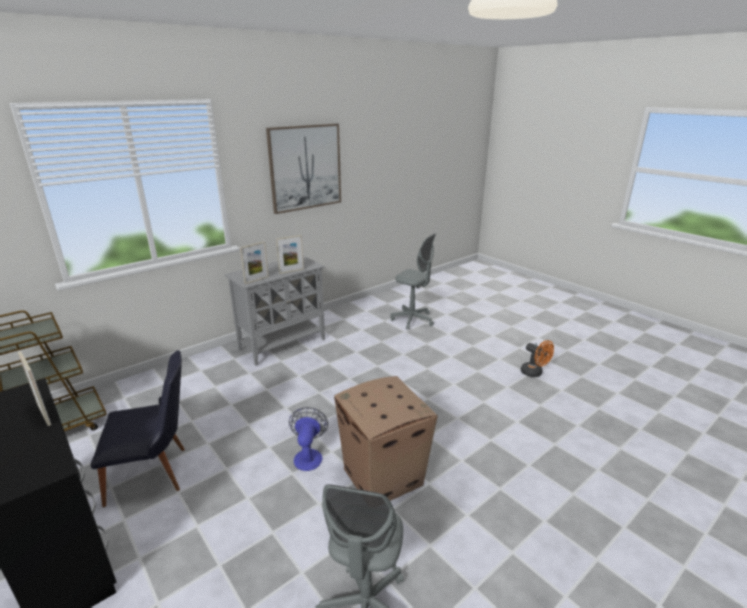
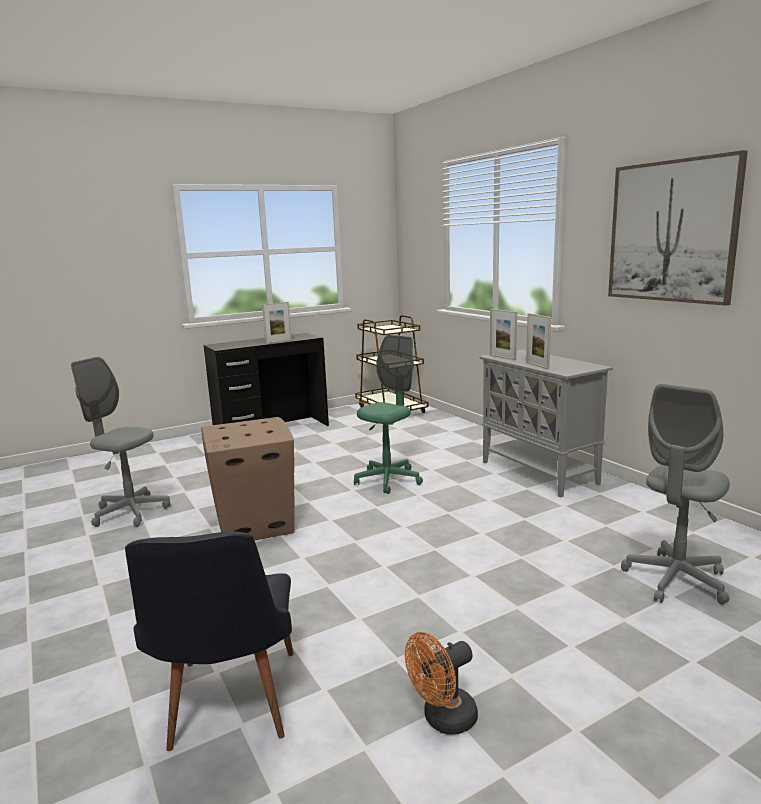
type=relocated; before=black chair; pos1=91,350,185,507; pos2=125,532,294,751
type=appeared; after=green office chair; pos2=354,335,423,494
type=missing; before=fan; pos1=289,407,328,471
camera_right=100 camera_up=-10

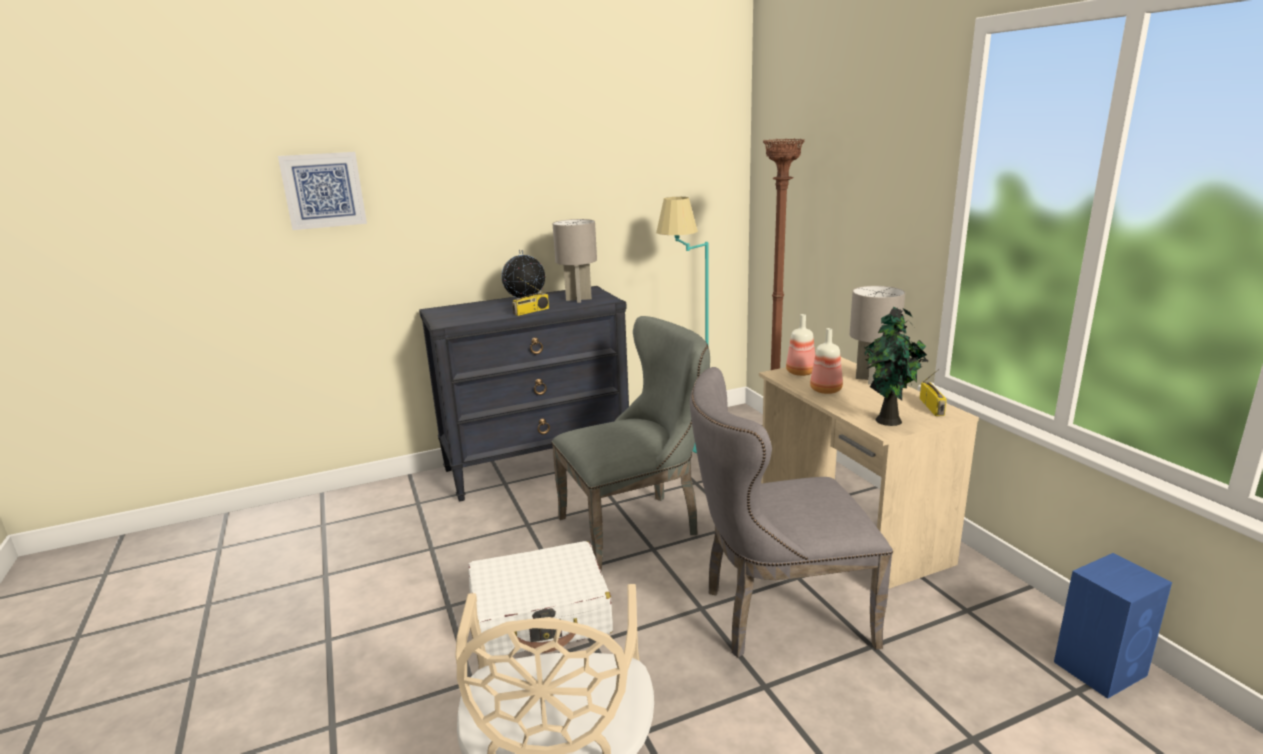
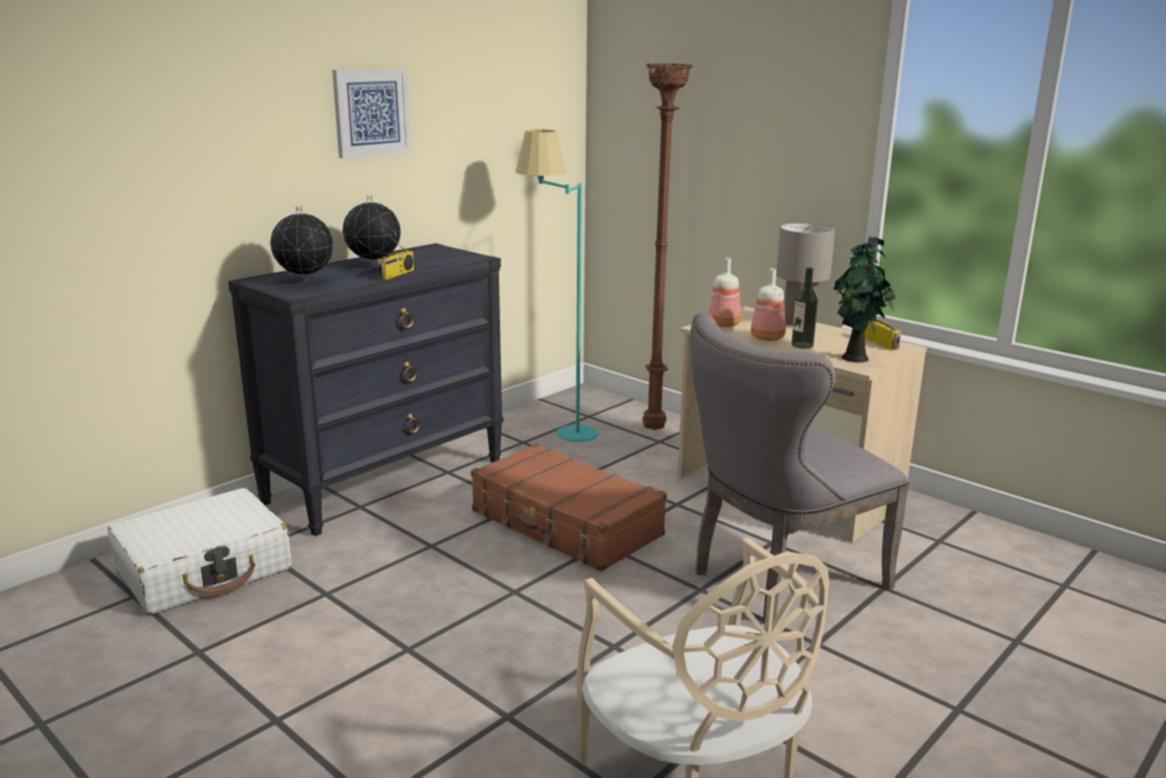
type=relocated; before=white suitcase; pos1=468,541,613,656; pos2=107,488,291,615
type=appeared; after=globe; pos2=270,206,334,282
type=relocated; before=picture; pos1=278,152,367,230; pos2=332,68,410,158
type=exchanged; before=grey chair; after=brown suitcase; pos1=551,316,710,571; pos2=471,443,667,572
type=appeared; after=bottle; pos2=791,267,818,349
type=missing; before=grey table lamp; pos1=553,219,597,303
type=missing; before=blue speaker; pos1=1054,553,1172,699
camera_right=-25 camera_up=0

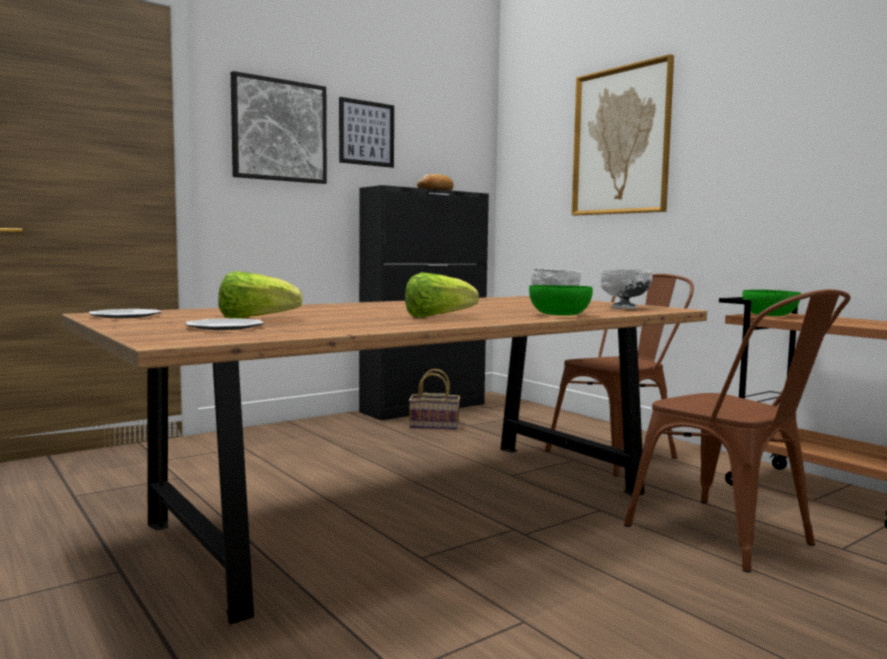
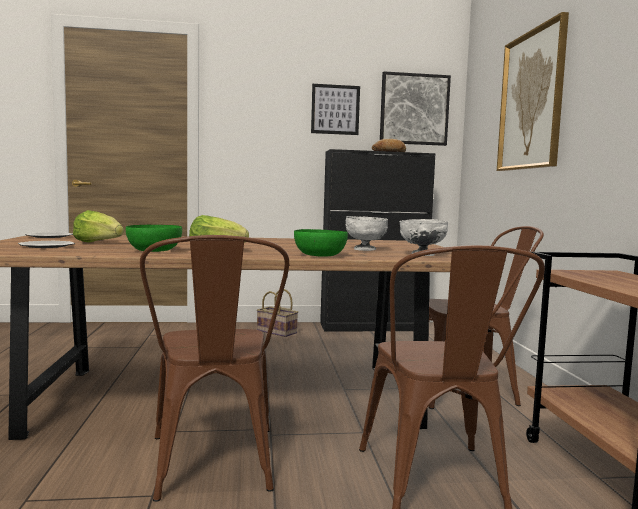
type=relocated; before=green bowl; pos1=742,290,801,316; pos2=126,225,182,252
type=appeared; after=brown chair; pos2=140,235,289,502
type=relocated; before=basket; pos1=409,369,460,430; pos2=257,289,298,337
type=relocated; before=picture; pos1=231,71,327,184; pos2=380,71,451,146
camera_right=30 camera_up=0

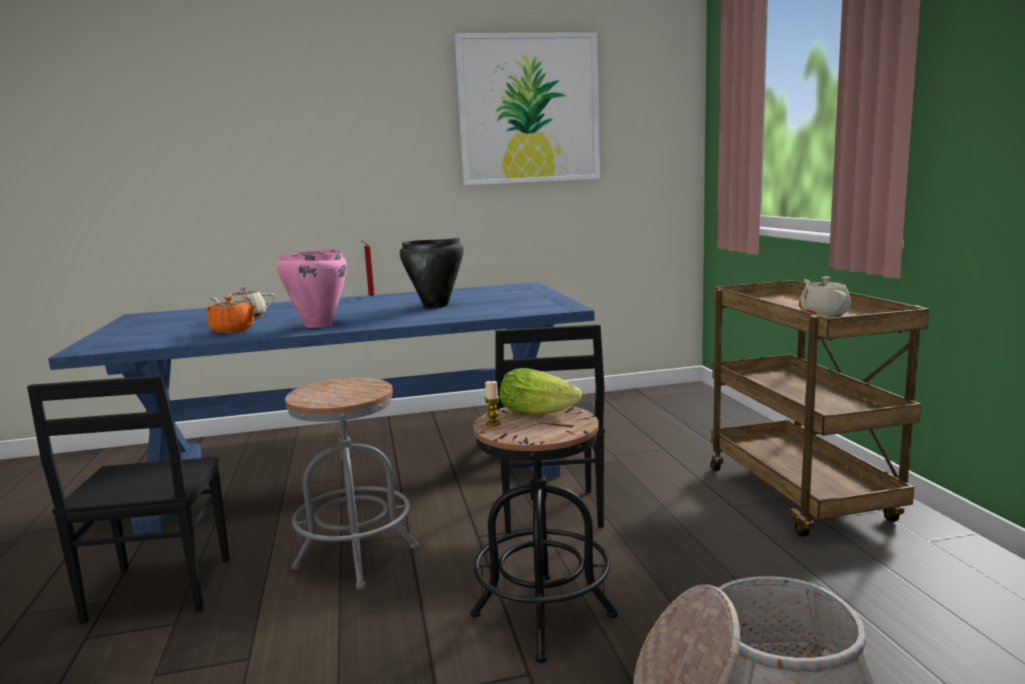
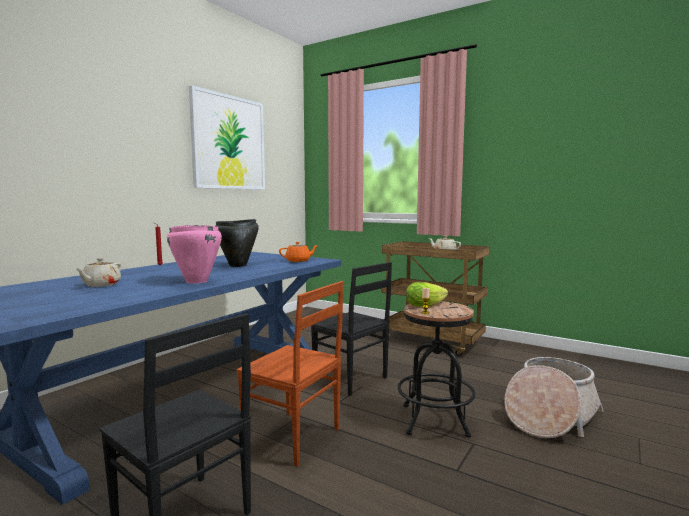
type=exchanged; before=grey stool; after=brown chair; pos1=285,378,419,590; pos2=237,281,344,466
type=relocated; before=orange teapot; pos1=207,297,256,333; pos2=279,242,318,262
camera_right=-45 camera_up=-5

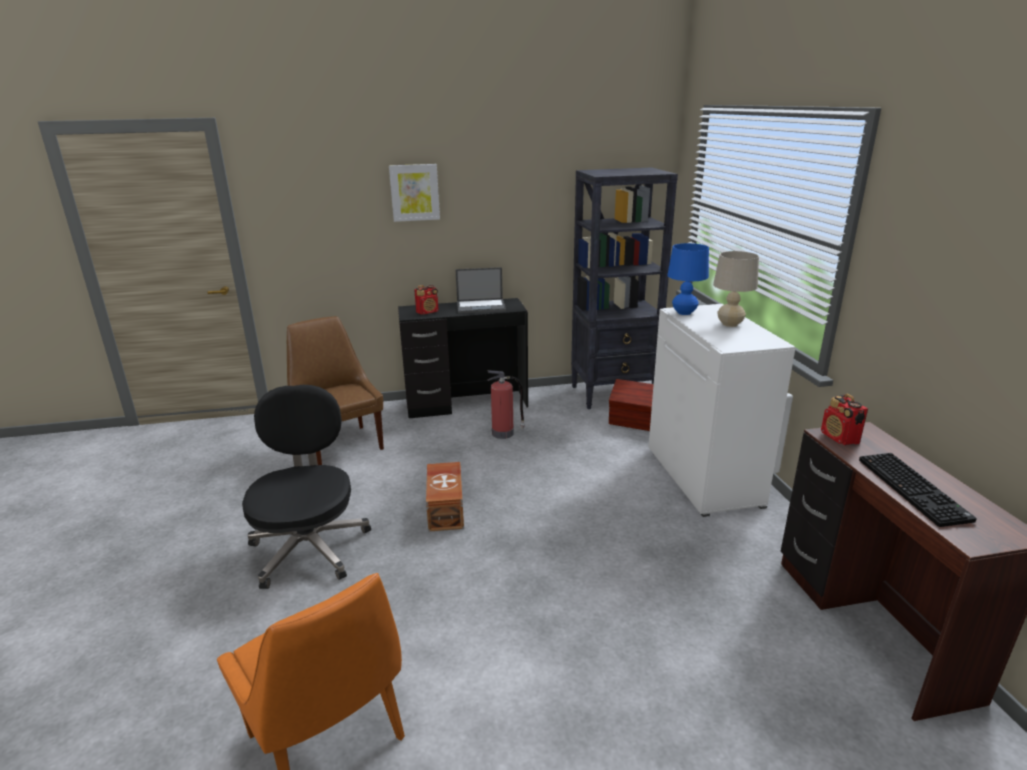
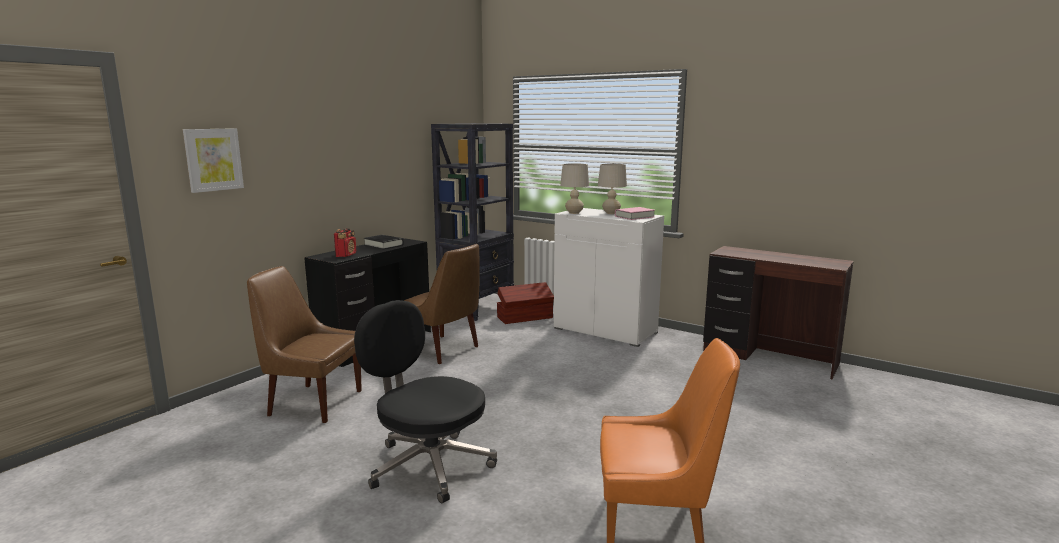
type=relocated; before=picture; pos1=389,164,440,222; pos2=183,128,244,193
type=exchanged; before=laptop; after=black book; pos1=455,267,506,314; pos2=363,235,403,250
type=exchanged; before=fire extinguisher; after=brown chair; pos1=488,370,525,439; pos2=404,244,480,364
type=colour; before=blue table lamp; after=beige table lamp; pos1=667,243,709,315; pos2=560,163,589,214
type=appeared; after=pink book; pos2=615,207,655,220
type=missing; before=brown storage box; pos1=426,462,464,532
type=missing; before=radio; pos1=821,394,868,445
type=missing; before=keyboard; pos1=859,453,977,527
camera_right=-45 camera_up=-10

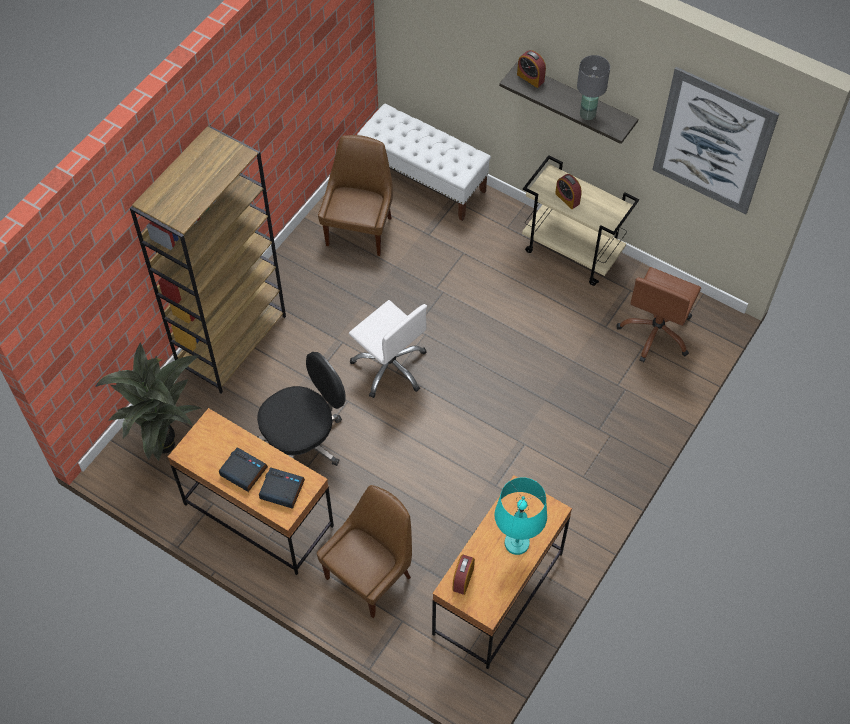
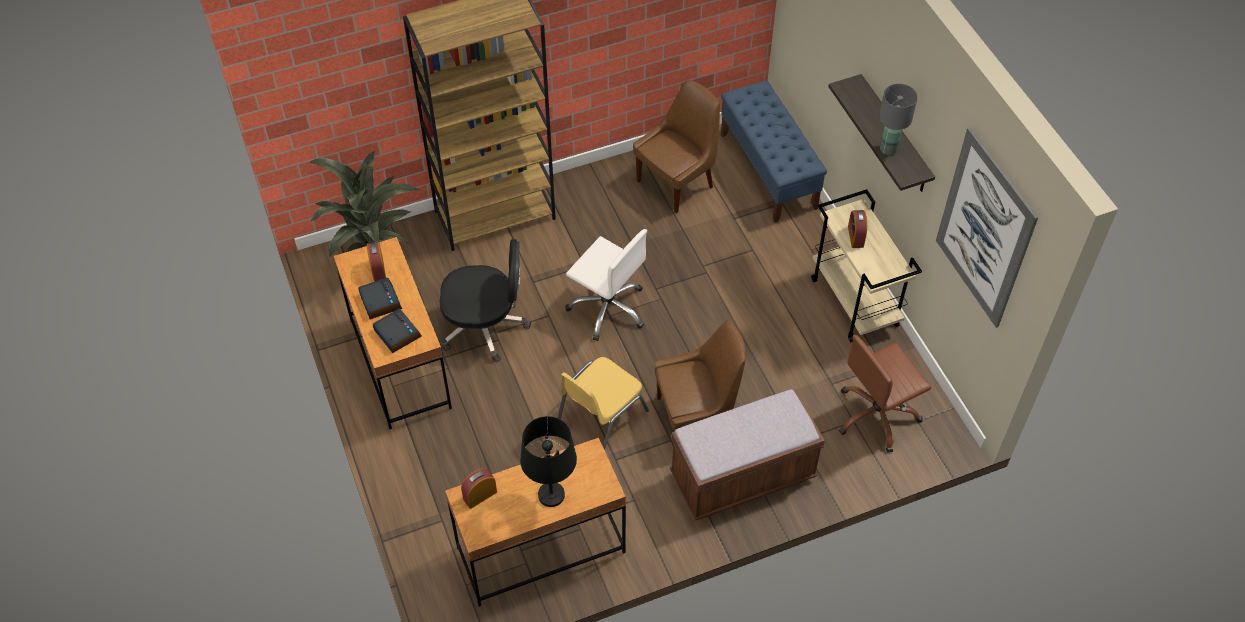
type=relocated; before=alarm clock; pos1=517,50,546,88; pos2=367,242,386,282
type=colour; before=turquoise table lamp; after=black table lamp; pos1=495,477,547,555; pos2=520,416,577,507
type=appeared; after=yellow chair; pos2=558,357,649,450
type=spun; before=white office chair; pos1=349,300,427,398; pos2=565,229,647,341; turn=-45
type=relocated; before=brown chair; pos1=317,485,412,618; pos2=655,320,746,432
type=appeared; after=brown bench; pos2=670,389,825,521
type=colour; before=white bench; after=blue bench; pos1=357,103,491,221; pos2=721,81,827,223
camera_right=35 camera_up=-5

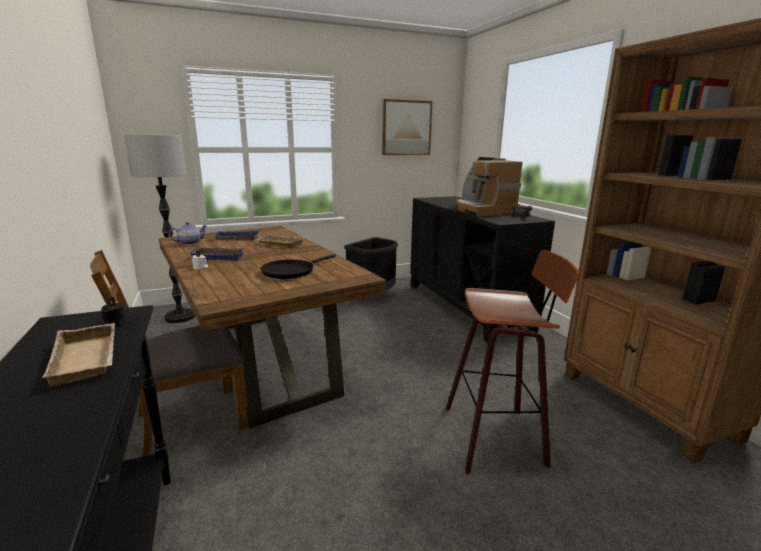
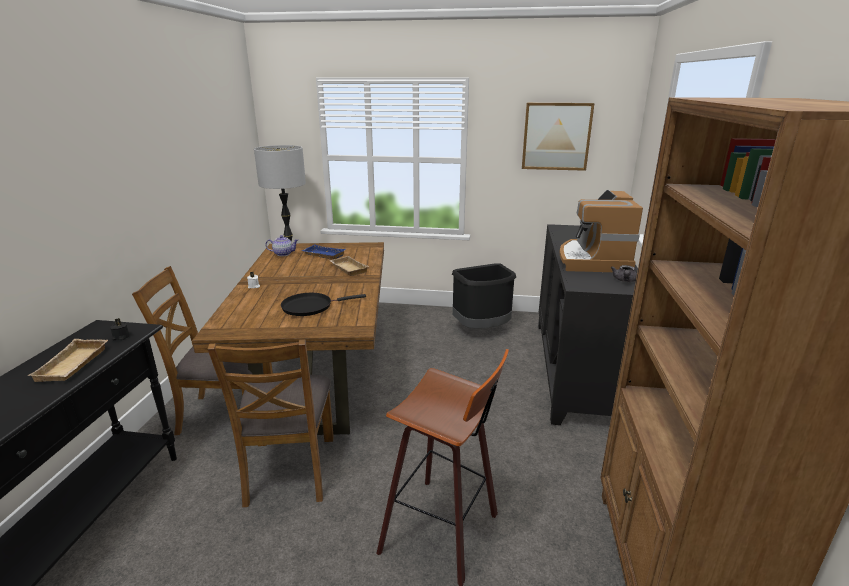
type=appeared; after=brown chair; pos2=208,339,334,507
type=missing; before=blue tray; pos1=188,247,245,260
camera_right=30 camera_up=5

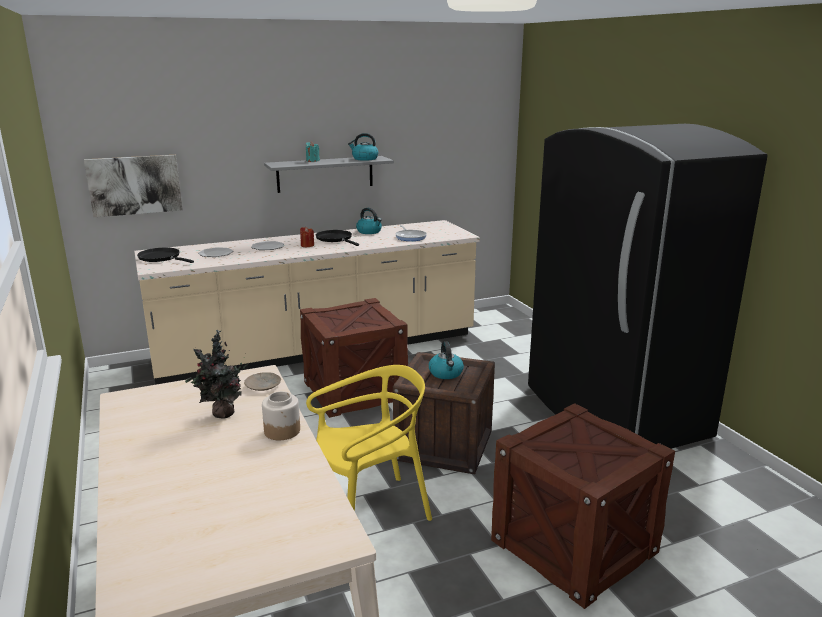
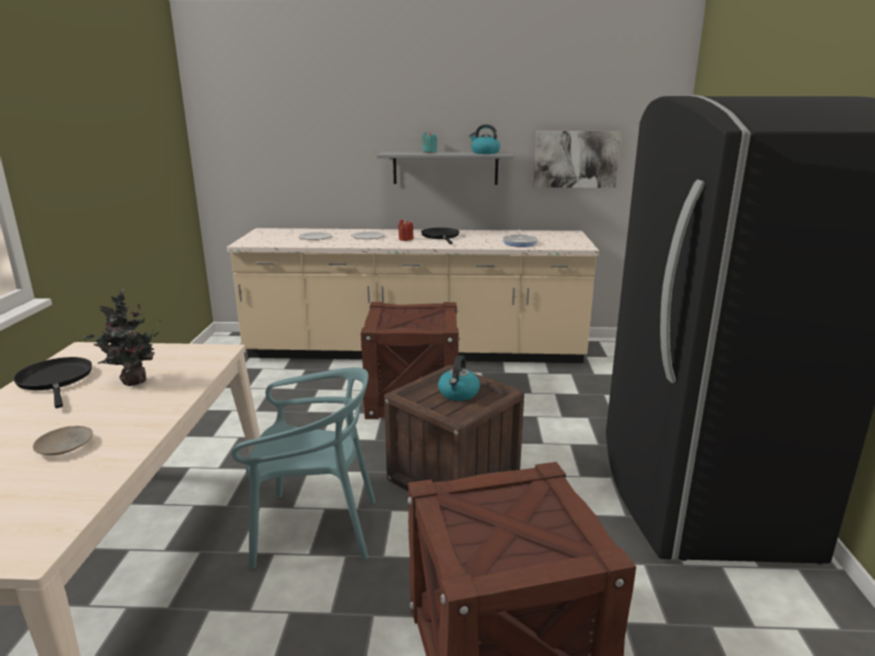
type=relocated; before=black frying pan; pos1=137,248,194,263; pos2=13,357,92,408
type=relocated; before=beige plate; pos1=244,372,281,391; pos2=33,426,93,455
type=colour; before=yellow chair; after=turquoise chair; pos1=306,365,432,521; pos2=232,367,376,569
type=relocated; before=picture; pos1=84,155,183,217; pos2=534,131,621,188
type=missing; before=jar; pos1=262,391,300,440
type=missing; before=kettle; pos1=356,208,382,234
camera_right=25 camera_up=0

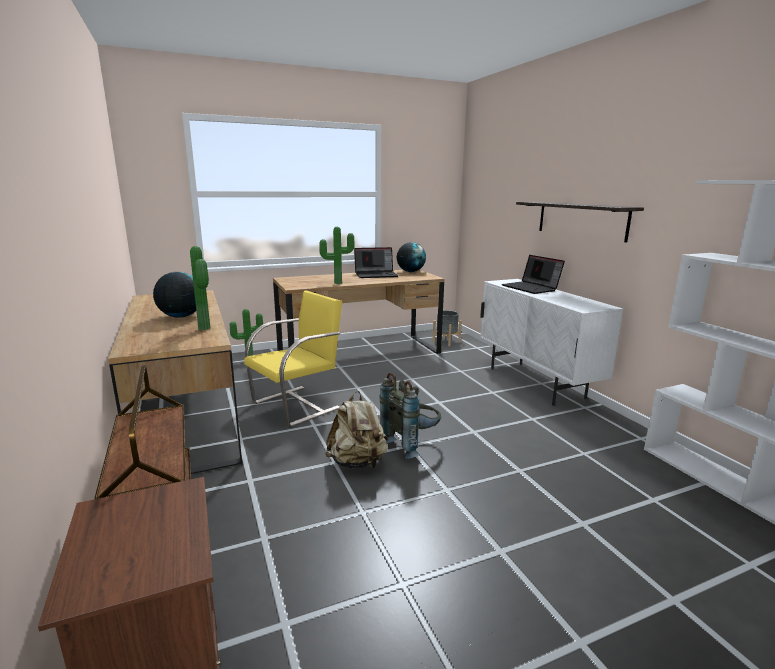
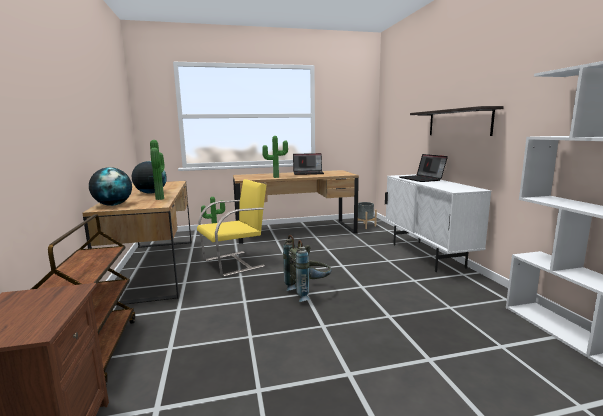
type=relocated; before=globe; pos1=397,242,426,272; pos2=89,167,132,206
type=missing; before=beige backpack; pos1=325,391,388,469
camera_right=10 camera_up=-5

